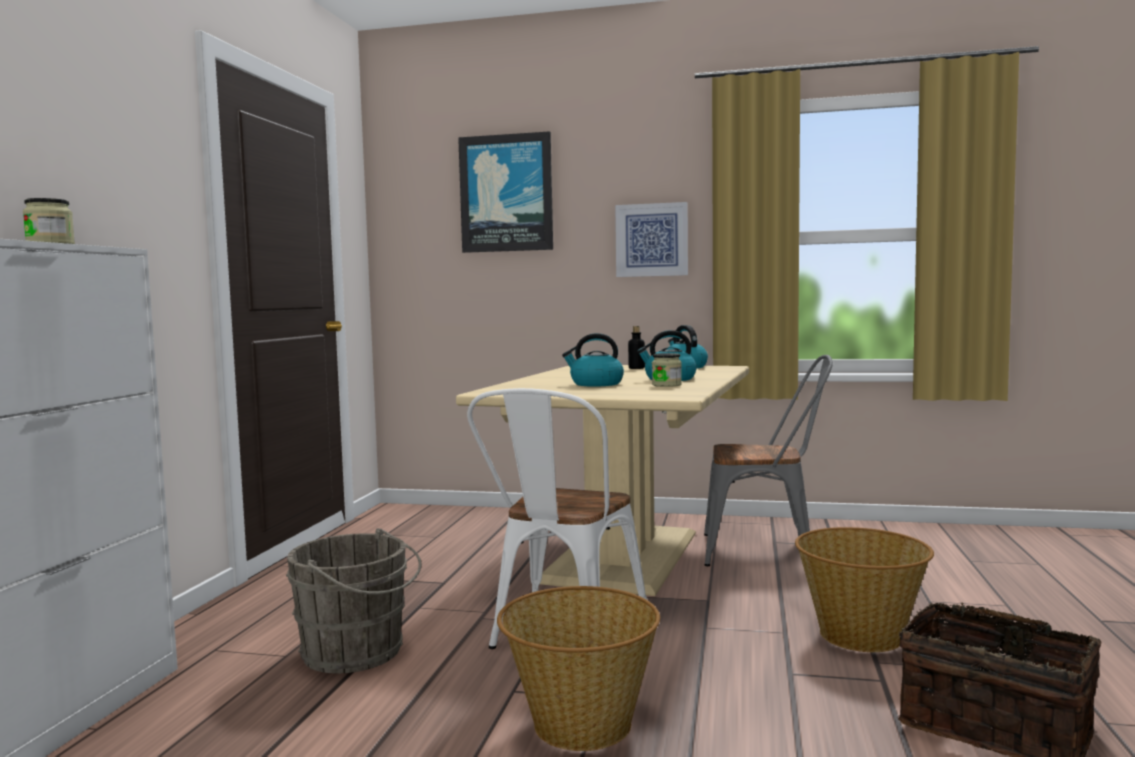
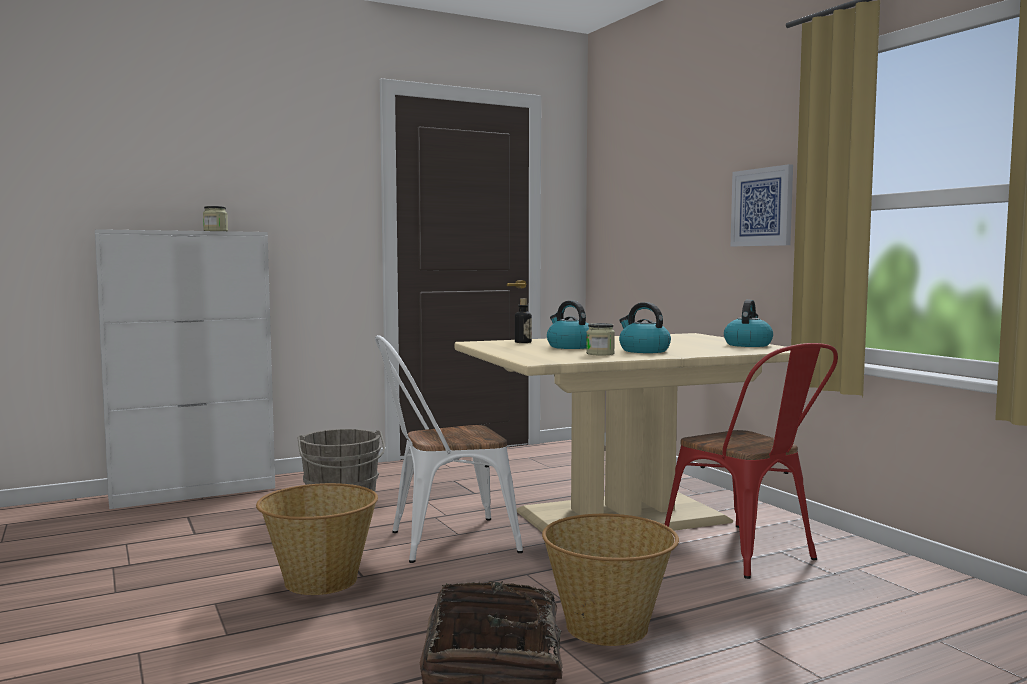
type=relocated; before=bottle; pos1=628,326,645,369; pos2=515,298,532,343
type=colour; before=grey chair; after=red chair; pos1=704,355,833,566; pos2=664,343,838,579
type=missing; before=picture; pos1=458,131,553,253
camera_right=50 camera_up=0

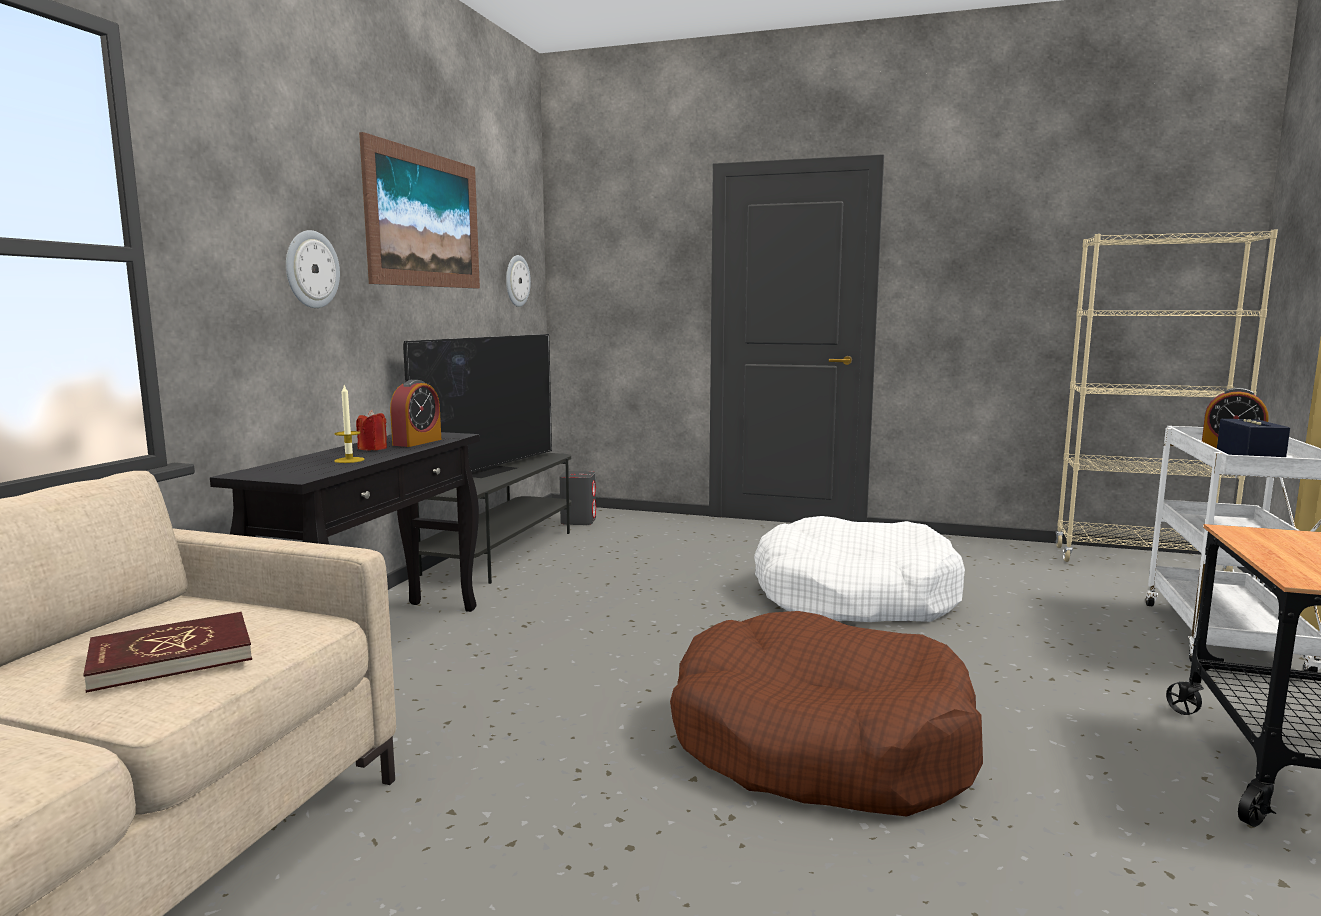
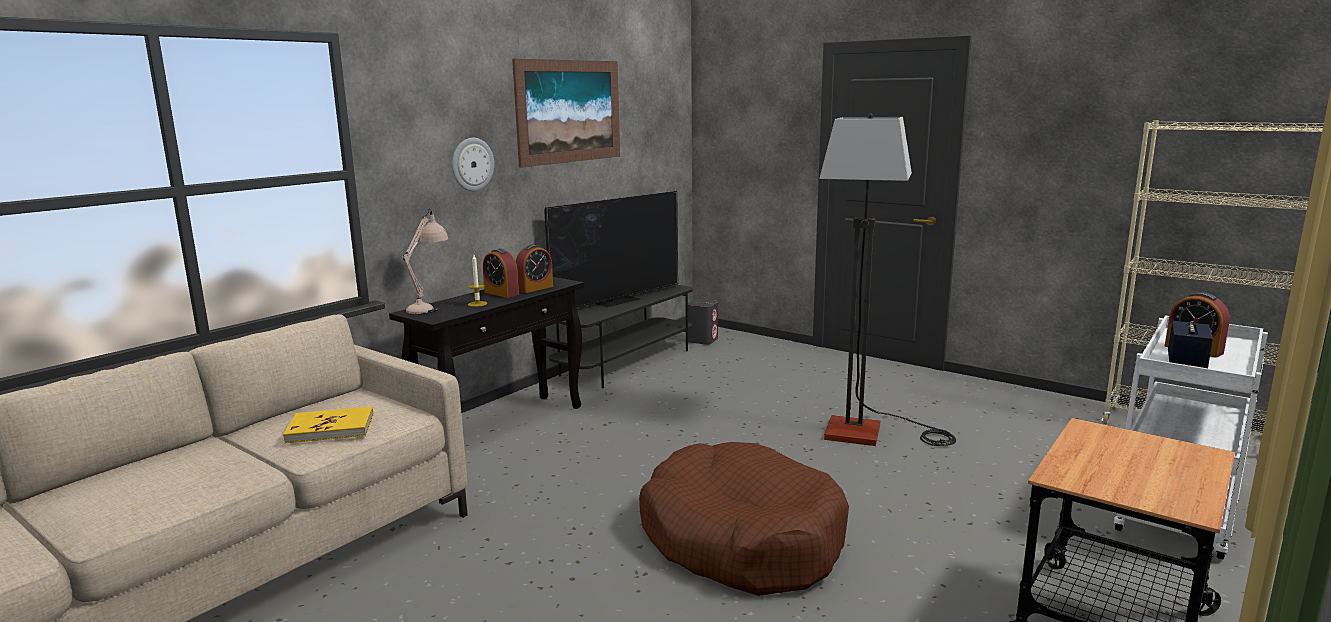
type=colour; before=red book; after=yellow book; pos1=83,612,252,693; pos2=283,407,373,444
type=appeared; after=beige table lamp; pos2=402,209,448,315
type=exchanged; before=red candle; after=alarm clock; pos1=356,410,387,450; pos2=483,249,519,298
type=exchanged; before=white dog bed; after=floor lamp; pos1=754,516,965,622; pos2=819,113,956,446
type=missing; before=wall clock; pos1=506,255,531,307
camera_right=20 camera_up=5

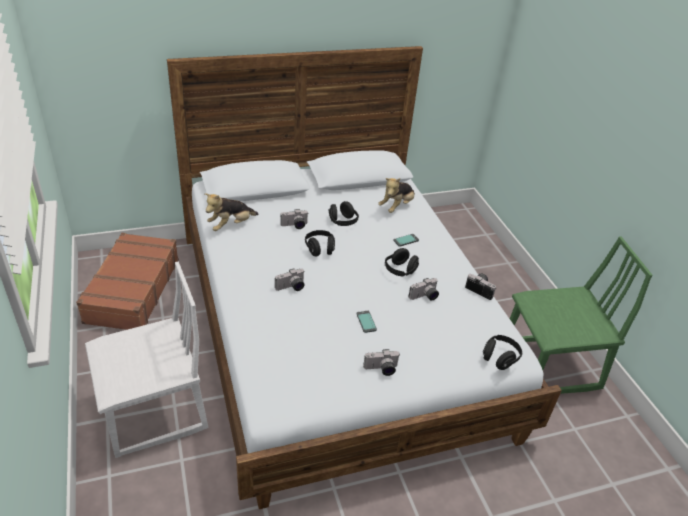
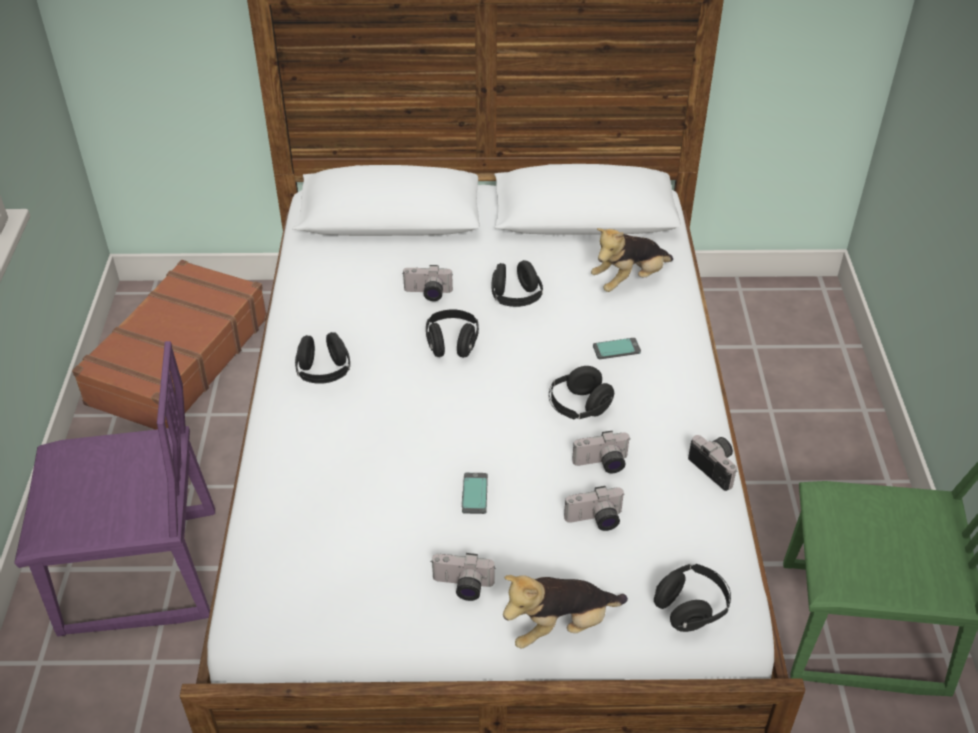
type=colour; before=white chair; after=purple chair; pos1=85,262,208,458; pos2=14,341,215,636
type=appeared; after=black headphones; pos2=295,332,350,384
type=relocated; before=plush toy; pos1=204,193,258,231; pos2=503,575,628,649
type=relocated; before=photo camera; pos1=275,268,305,291; pos2=564,486,625,531
camera_right=20 camera_up=5

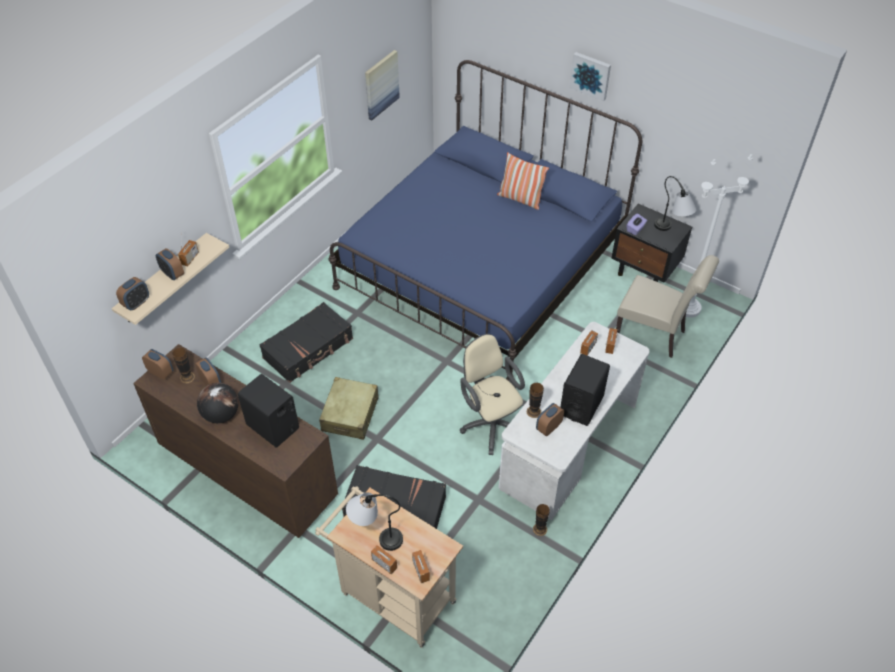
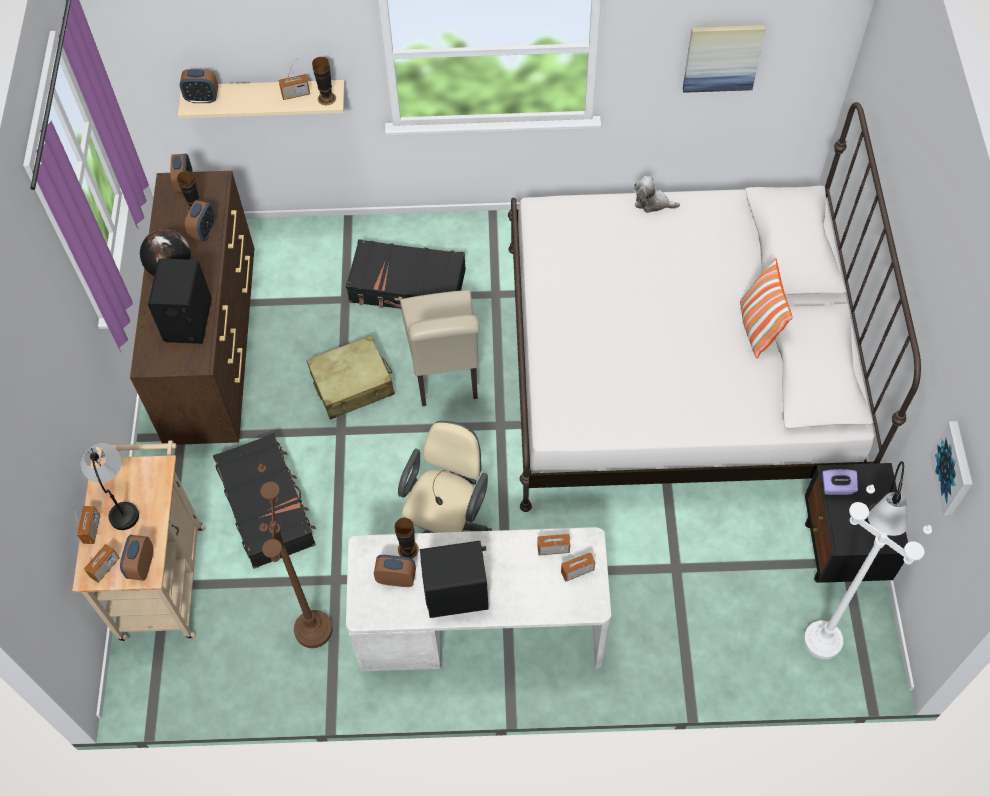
type=relocated; before=alarm clock; pos1=156,248,184,280; pos2=120,535,154,581
type=appeared; after=brown floor lamp; pos2=258,464,333,648
type=relocated; before=vase; pos1=533,504,550,536; pos2=312,57,336,105
type=relocated; before=beige chair; pos1=616,255,719,358; pos2=400,290,480,406
type=colour; before=blue bed; after=white bed; pos1=328,60,642,381; pos2=508,102,921,512
type=appeared; after=plush toy; pos2=634,176,680,213
type=relocated; before=picture; pos1=570,52,611,101; pos2=930,421,973,516
camera_right=55 camera_up=10

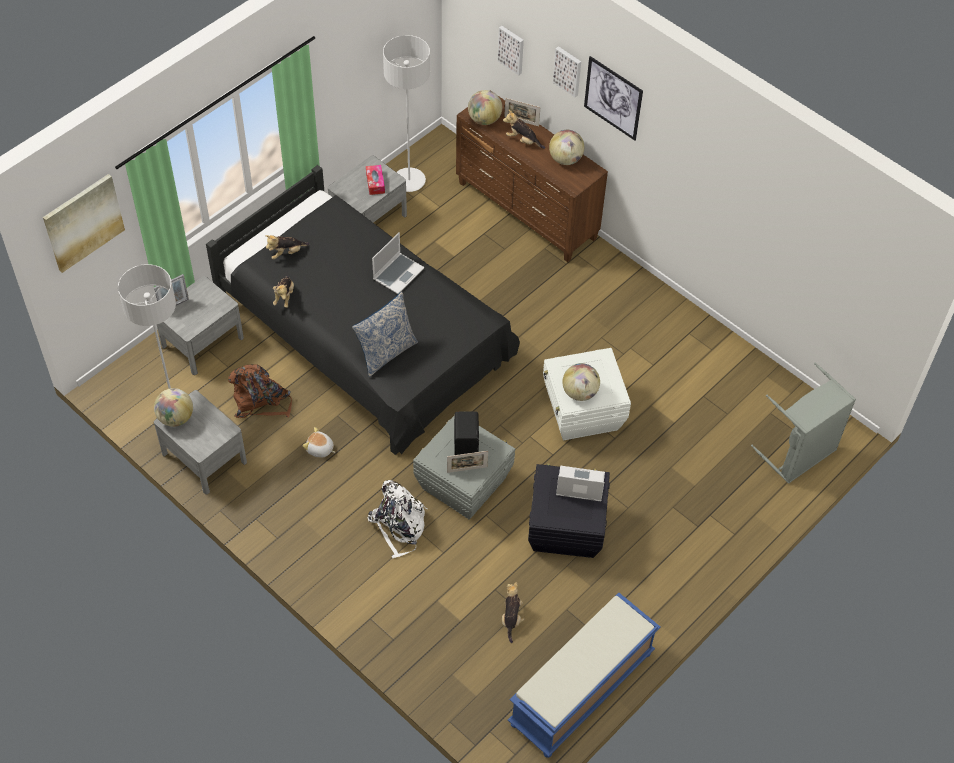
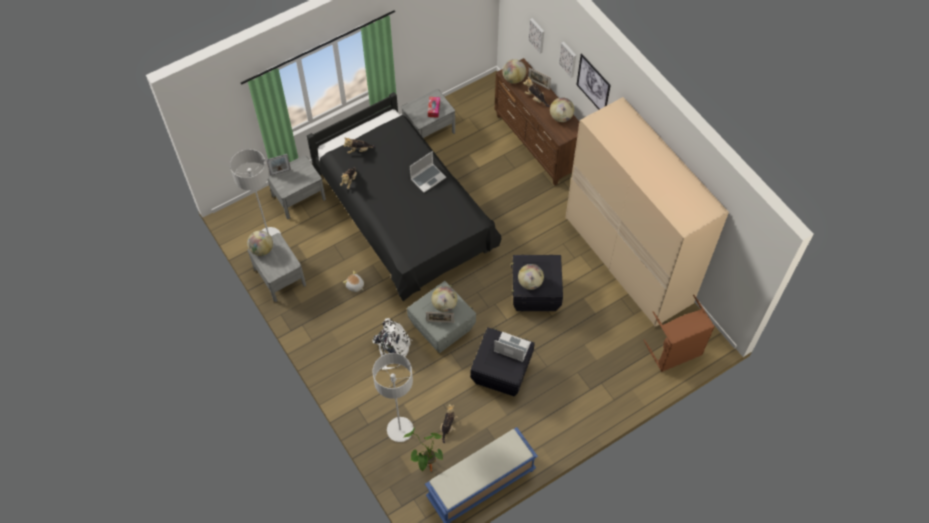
type=relocated; before=grey floor lamp; pos1=383,35,430,192; pos2=372,353,414,442
type=appeared; after=potted plant; pos2=404,428,443,472
type=exchanged; before=black speaker; after=globe; pos1=454,411,479,455; pos2=431,286,458,312
type=colour; before=white storage box; after=black storage box; pos1=543,348,631,440; pos2=511,255,563,311
type=appeared; after=beige wardrobe; pos2=565,97,729,326
type=colour; before=grey laundry basket; after=brown laundry basket; pos1=751,363,856,484; pos2=643,295,715,372
type=missing; before=picture; pos1=43,174,125,273
type=missing; before=brown backpack; pos1=228,365,292,418
type=missing; before=pillow; pos1=352,292,418,377
camera_right=15 camera_up=5

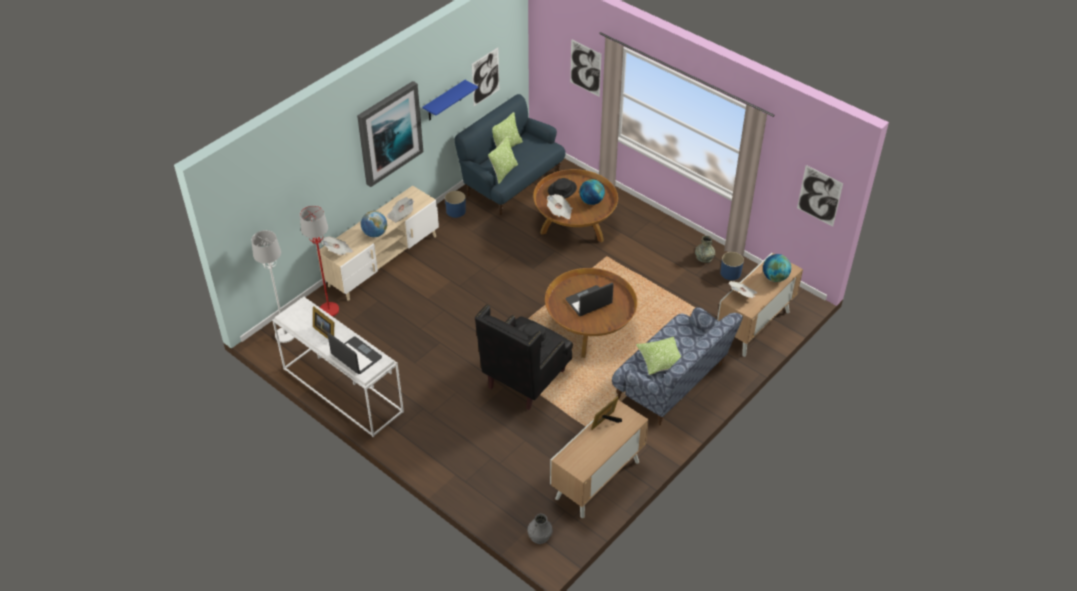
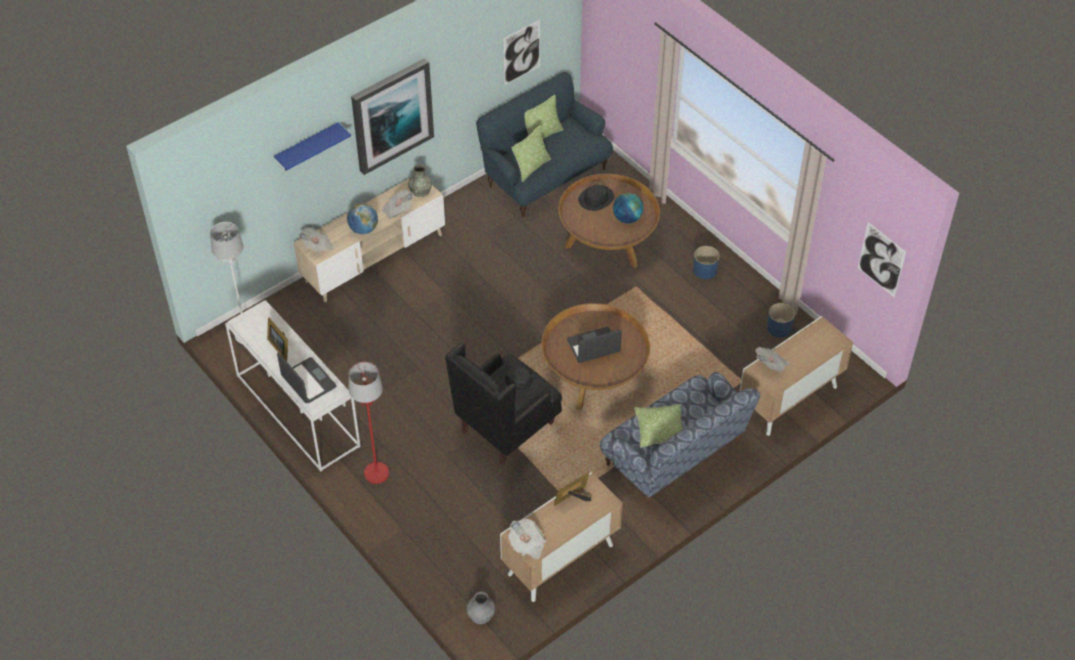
type=relocated; before=blue shelf; pos1=423,80,478,120; pos2=274,123,351,170
type=relocated; before=red floor lamp; pos1=300,206,339,317; pos2=348,362,389,484
type=relocated; before=grey vase; pos1=695,236,715,263; pos2=408,164,432,197
type=relocated; before=newspaper; pos1=547,194,572,219; pos2=508,519,546,560
type=relocated; before=blue planter; pos1=445,191,466,218; pos2=693,246,720,279
type=missing; before=picture; pos1=570,39,602,97
type=missing; before=globe; pos1=763,254,791,282
camera_right=10 camera_up=5

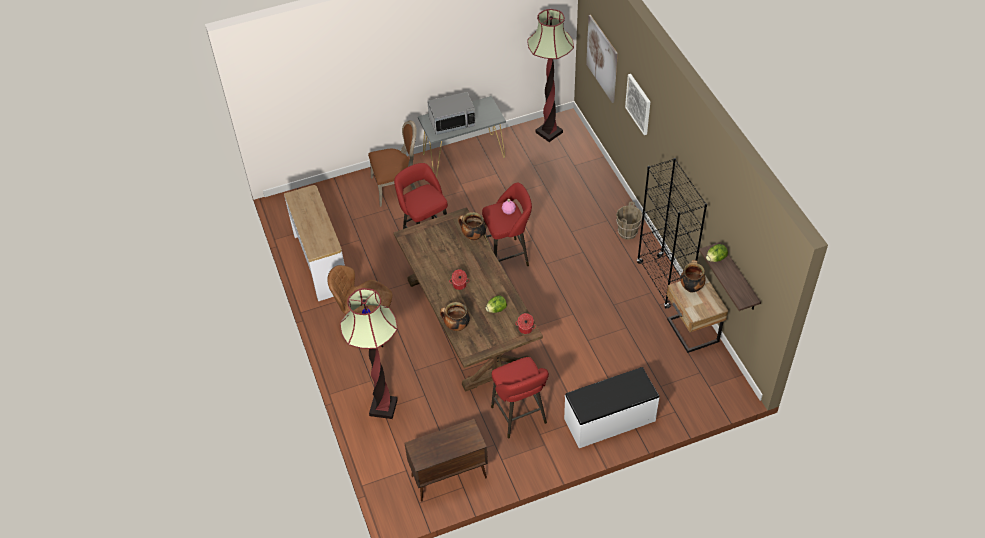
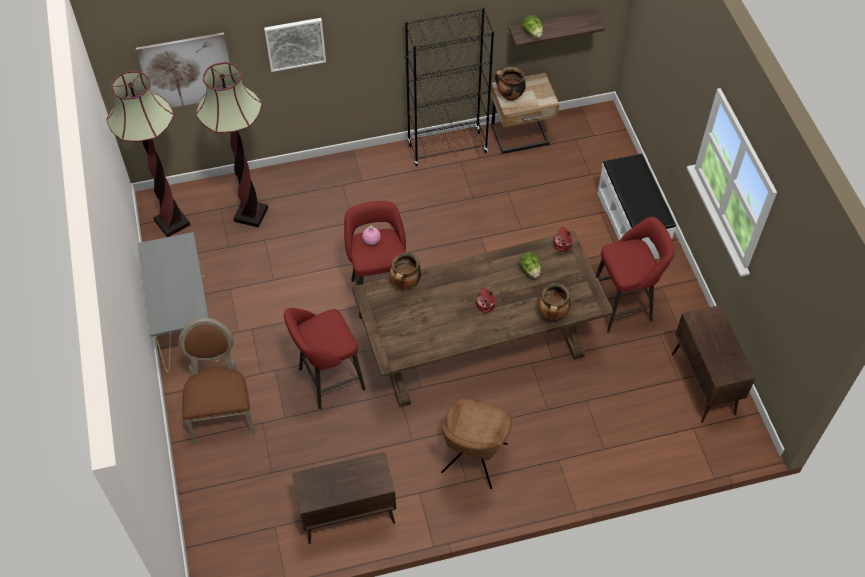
type=relocated; before=floor lamp; pos1=340,288,398,419; pos2=196,62,268,228
type=exchanged; before=console table; after=brown cabinet; pos1=284,185,345,301; pos2=292,452,396,544
type=missing; before=microwave; pos1=427,92,476,135
type=missing; before=brown bucket; pos1=616,202,642,239
camera_right=-85 camera_up=5

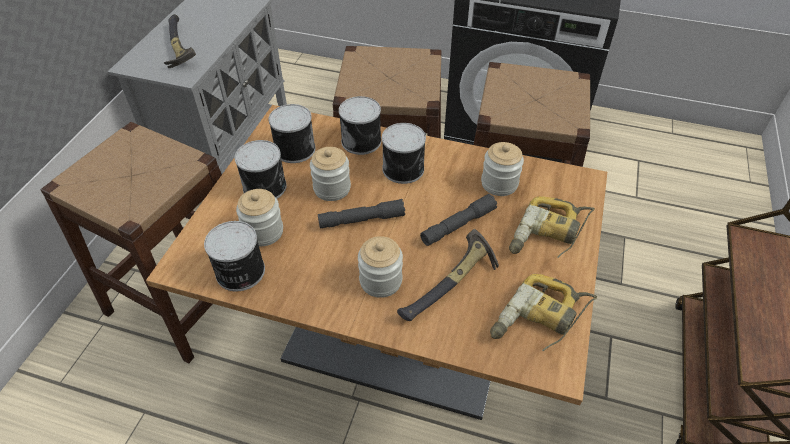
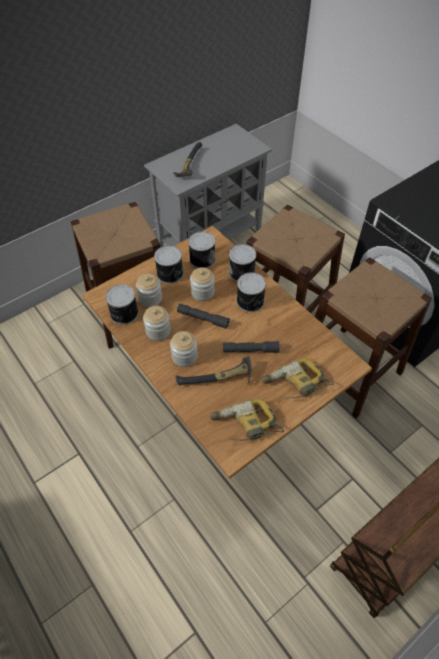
type=relocated; before=jar; pos1=481,142,524,196; pos2=143,306,171,341
camera_right=35 camera_up=5

